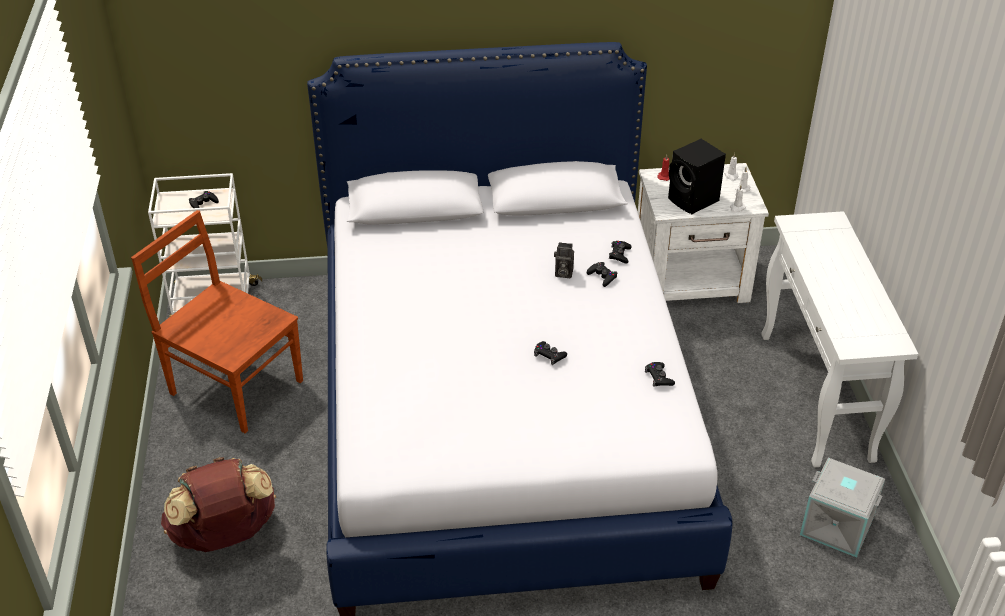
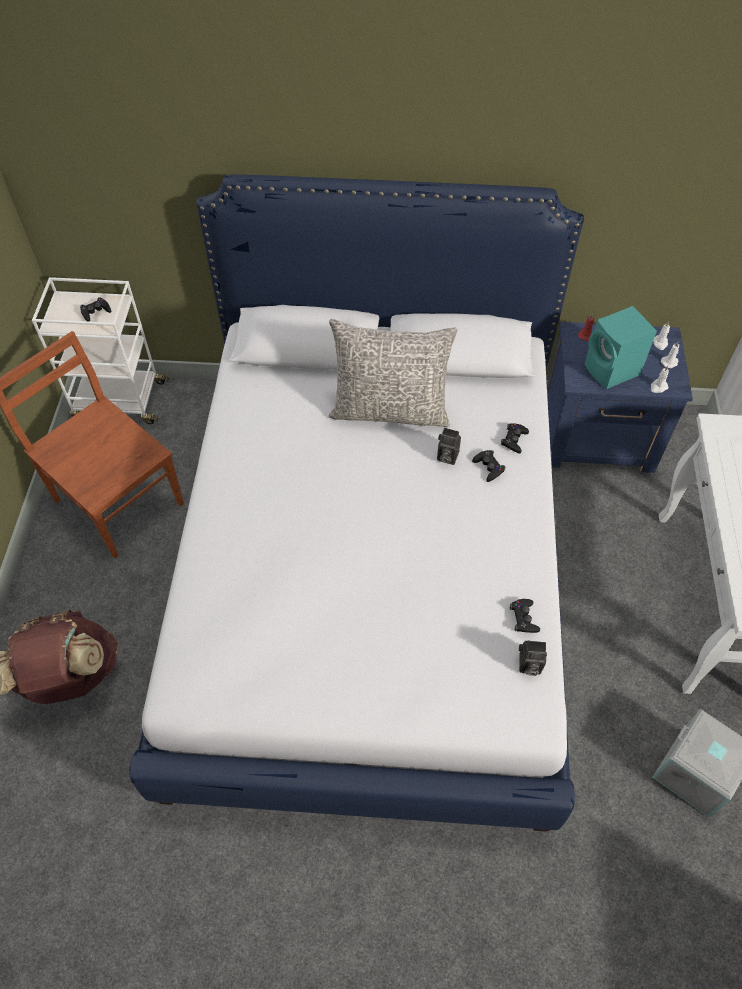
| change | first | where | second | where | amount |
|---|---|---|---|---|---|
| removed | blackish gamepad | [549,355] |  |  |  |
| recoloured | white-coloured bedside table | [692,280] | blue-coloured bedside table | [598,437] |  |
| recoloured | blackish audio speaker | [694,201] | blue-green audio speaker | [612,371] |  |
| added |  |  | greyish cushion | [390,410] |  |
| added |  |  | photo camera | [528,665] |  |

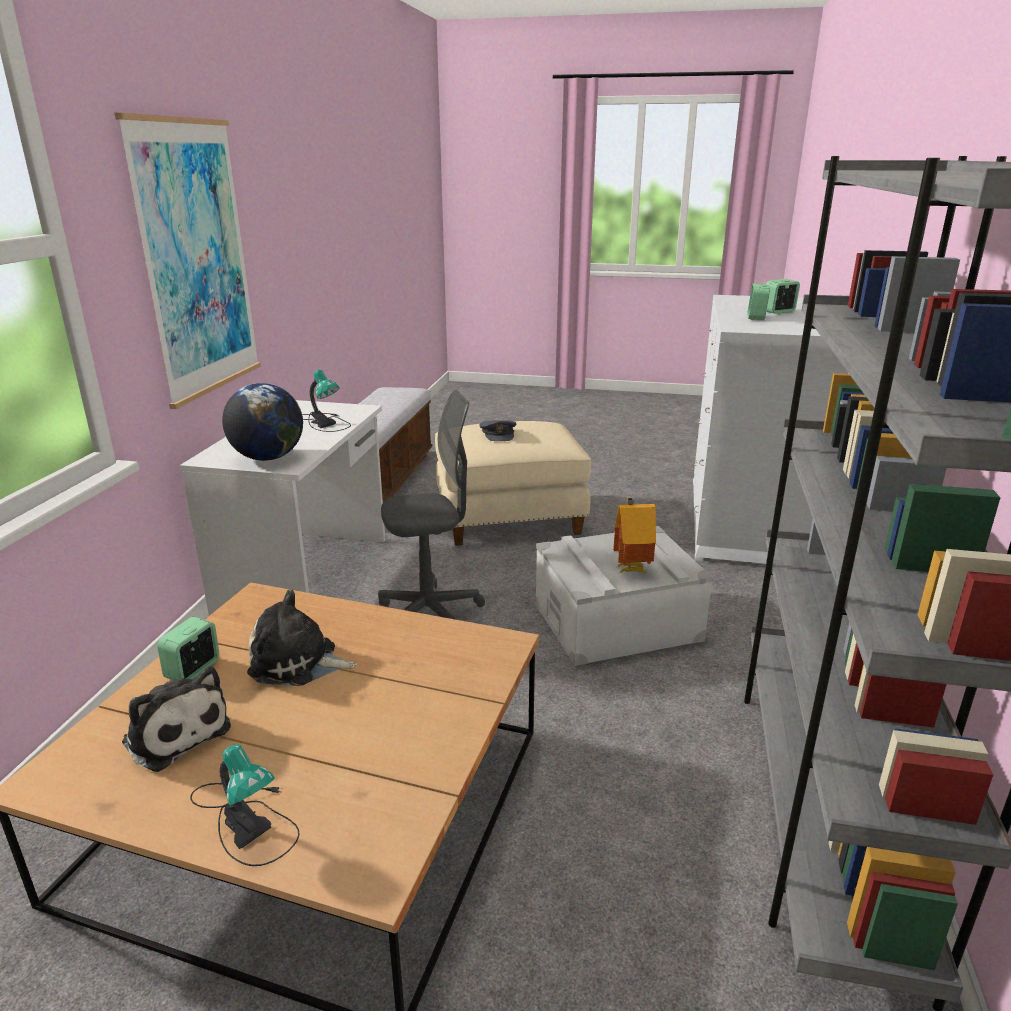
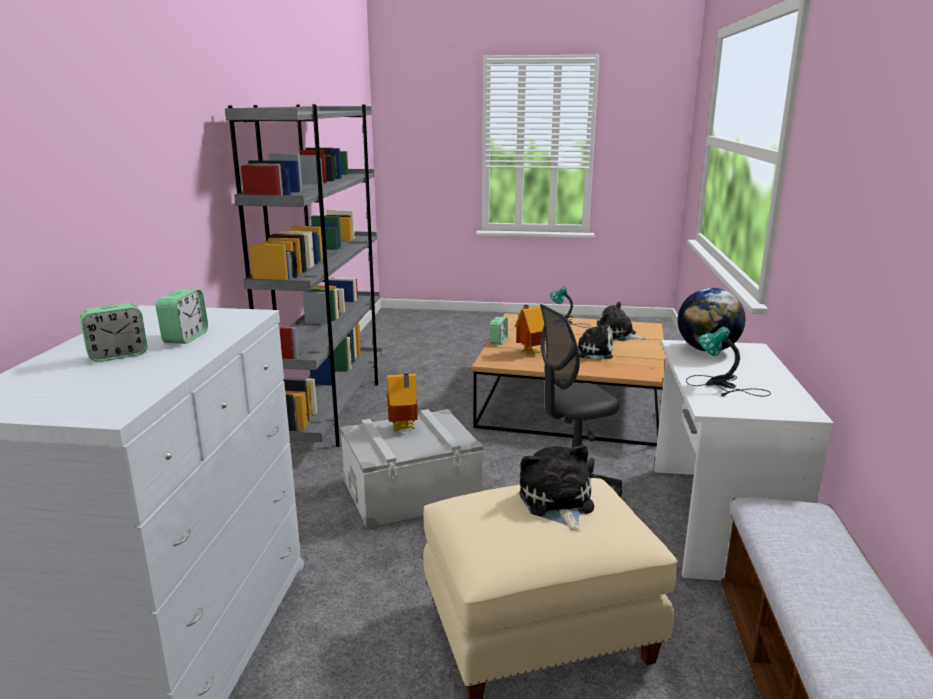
| change | first | where | second | where | amount |
|---|---|---|---|---|---|
| removed | wall picture | [196,260] |  |  |  |
| moved | table clock | [193,670] |  | [498,341] |  |
| replaced | greyish baseball cap | [498,434] | cuddly toy | [557,503] |  |
| added |  |  | miniature house | [529,353] |  |

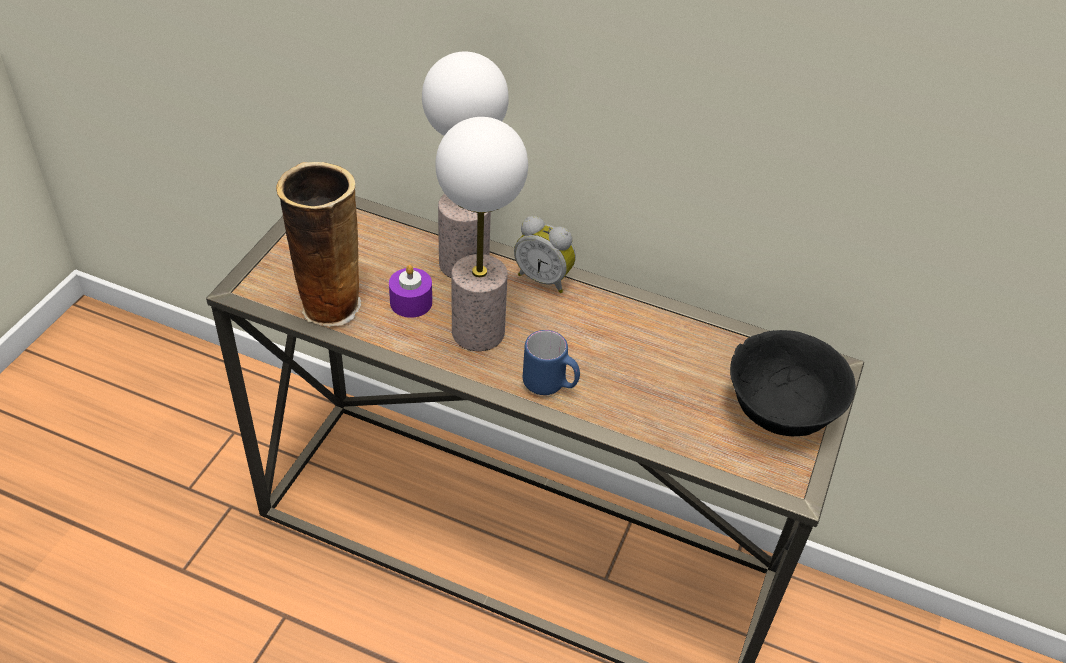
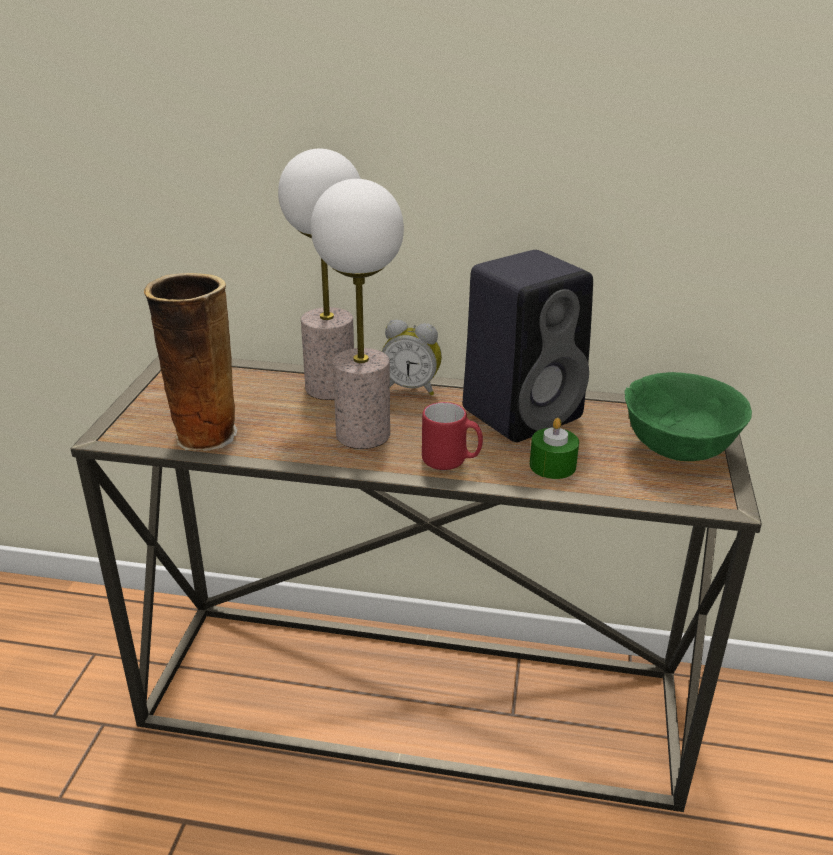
| change | first | where | second | where | amount |
|---|---|---|---|---|---|
| removed | purplish candle | [411,302] |  |  |  |
| recoloured | blue-coloured mug | [550,385] | red mug | [451,461] |  |
| recoloured | blackish deep dish | [780,411] | greenish deep dish | [679,448] |  |
| added |  |  | blackish audio speaker | [524,412] |  |
| added |  |  | greenish candle | [552,465] |  |

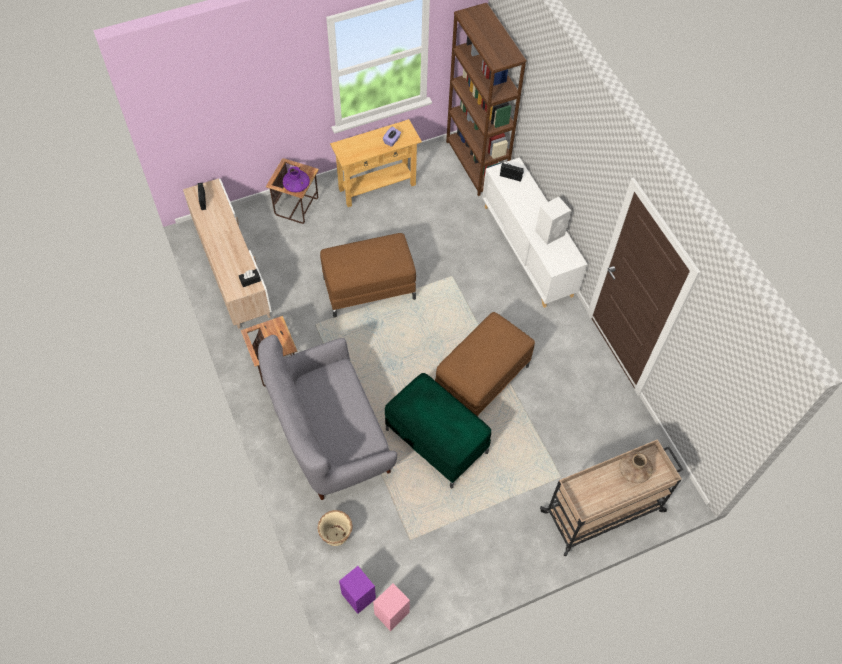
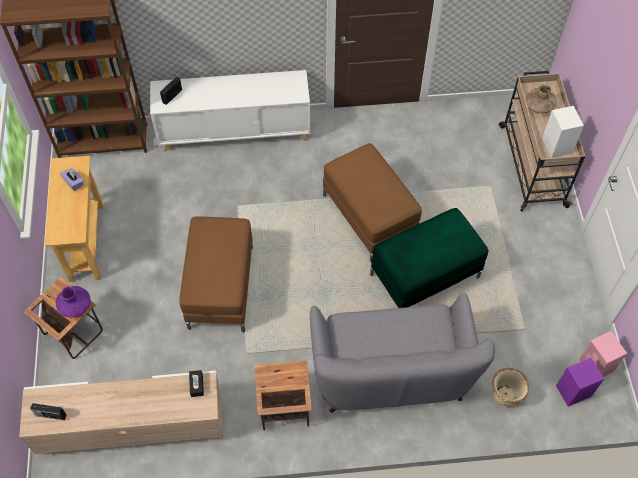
| change | first | where | second | where | amount |
|---|---|---|---|---|---|
| moved | white-coloured audio speaker | [550,232] |  | [556,145] |  |

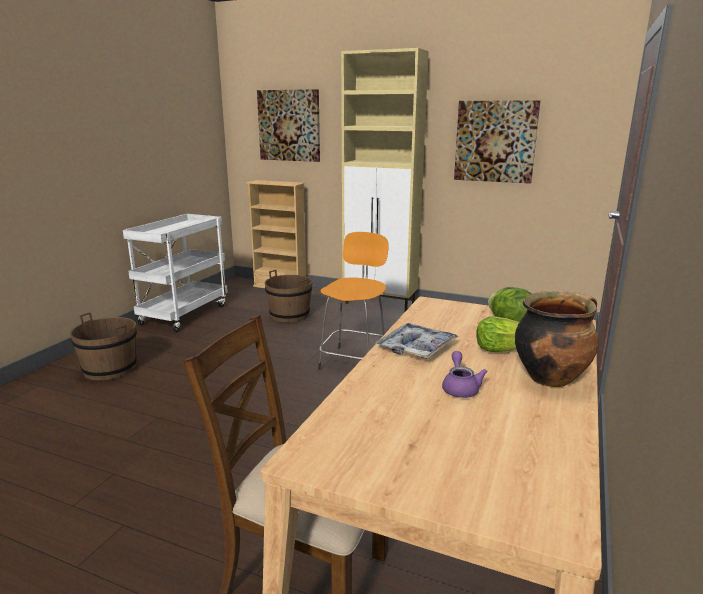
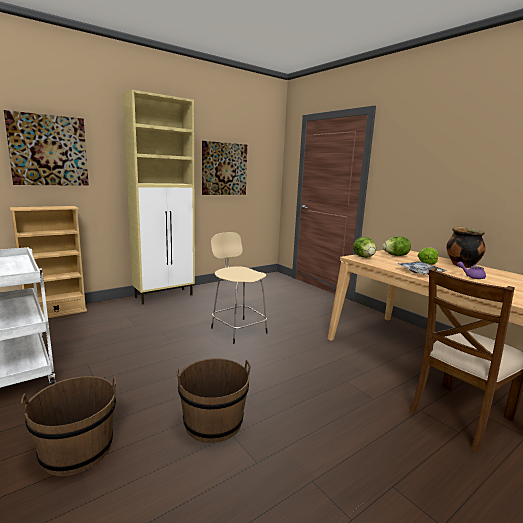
| change | first | where | second | where | amount |
|---|---|---|---|---|---|
| moved | brown water bucket | [289,315] |  | [213,422] |  |
| recoloured | orange-coloured sitting stool | [354,361] | sand-coloured sitting stool | [237,330] |  |
| added |  |  | lettuce | [364,257] |  |

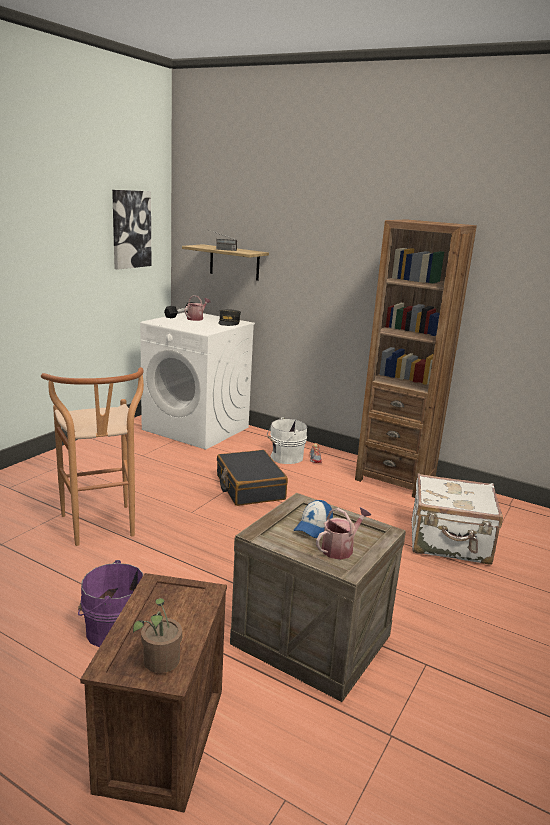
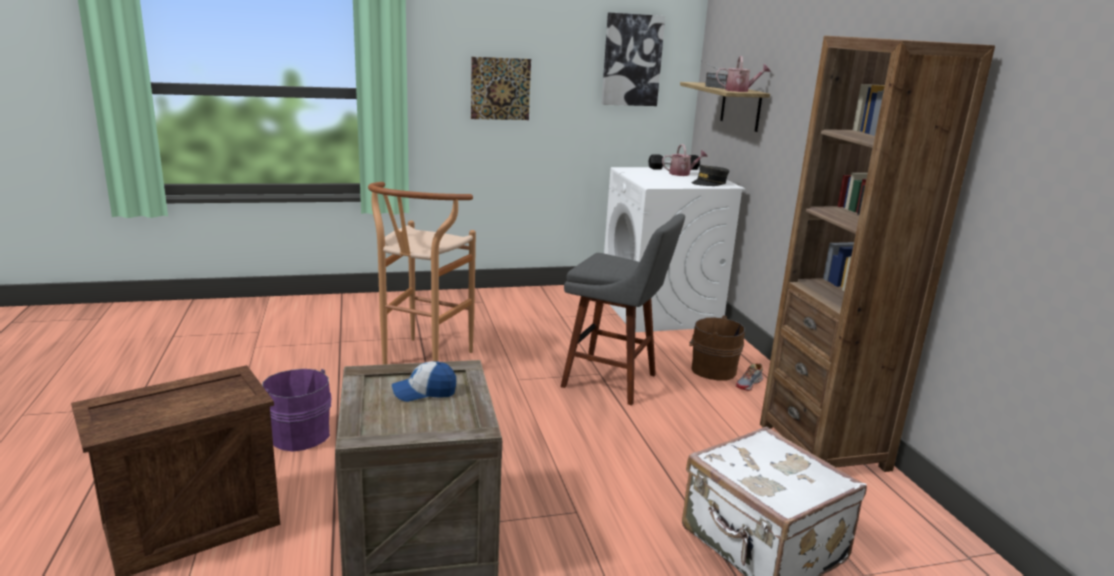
| change | first | where | second | where | amount |
|---|---|---|---|---|---|
| removed | potted plant | [159,664] |  |  |  |
| replaced | blackish suitcase | [249,487] | greyish sitting stool | [614,382] |  |
| recoloured | white-coloured water bucket | [285,457] | brown water bucket | [711,369] |  |
| moved | sprinkling can | [340,549] |  | [740,91] |  |
| added |  |  | wall picture | [500,89] |  |

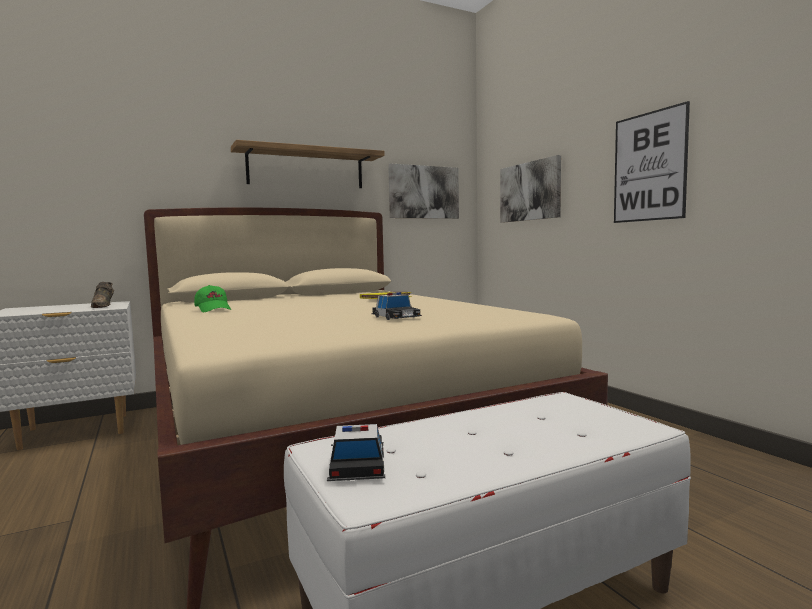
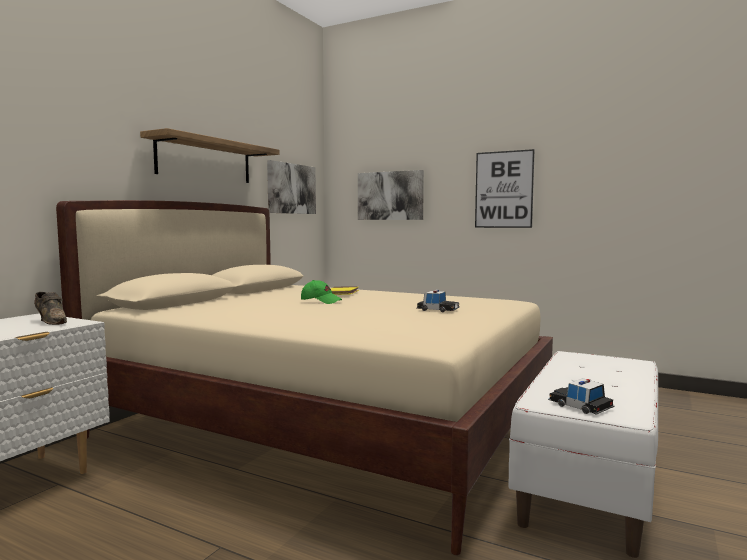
| change | first | where | second | where | amount |
|---|---|---|---|---|---|
| moved | greenish baseball cap | [213,309] |  | [321,301] |  |

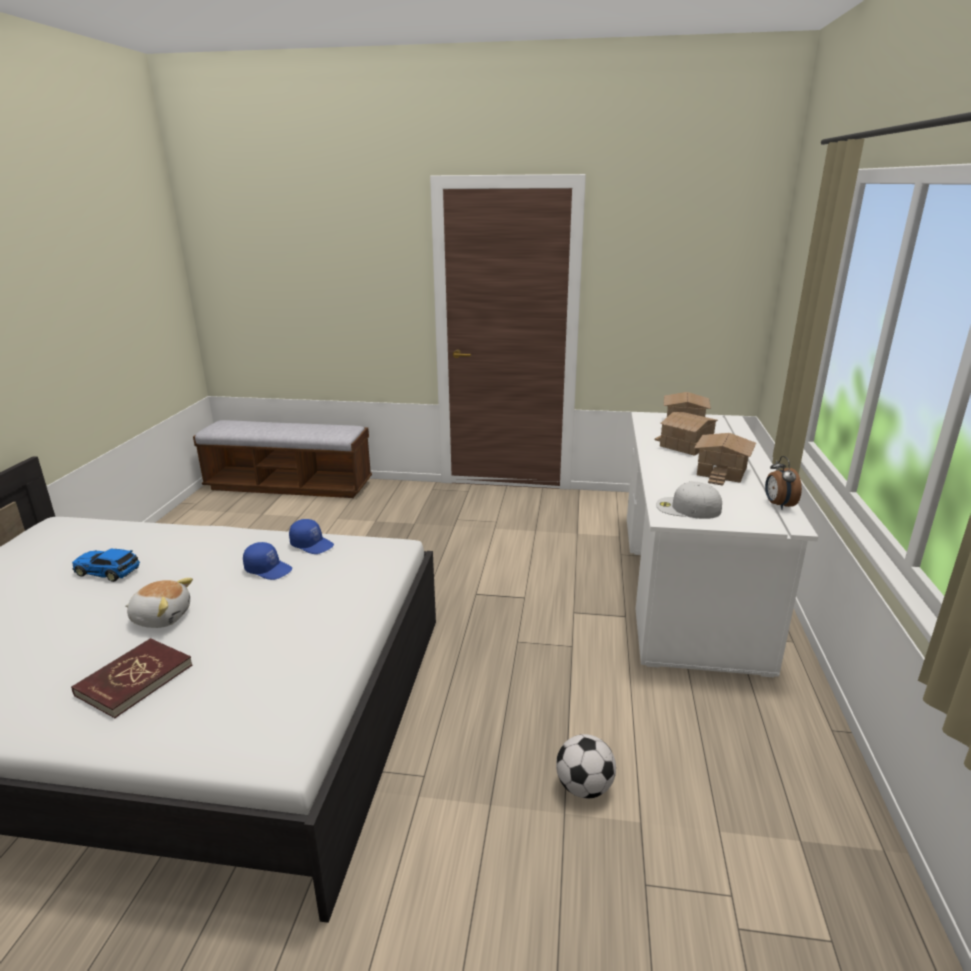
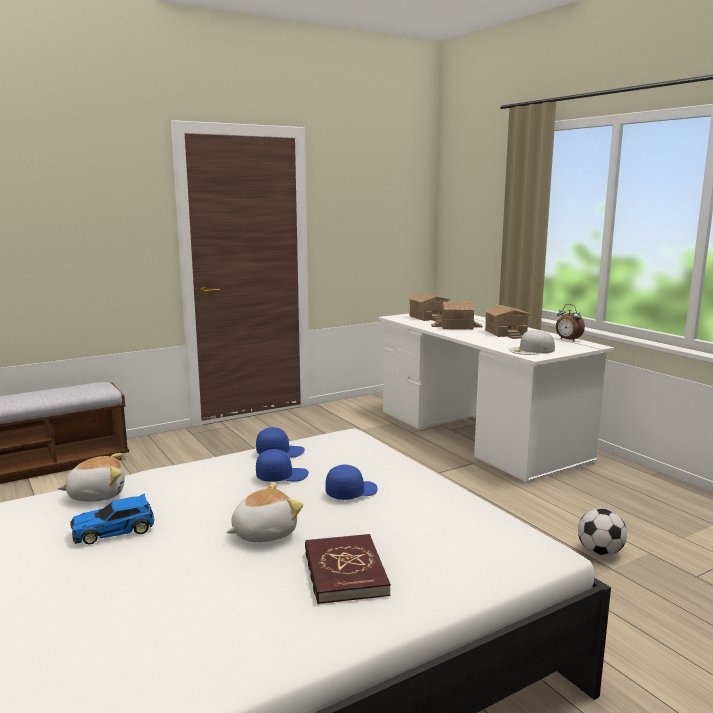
| change | first | where | second | where | amount |
|---|---|---|---|---|---|
| added |  |  | cuddly toy | [97,495] |  |
| added |  |  | blue-coloured baseball cap | [351,492] |  |

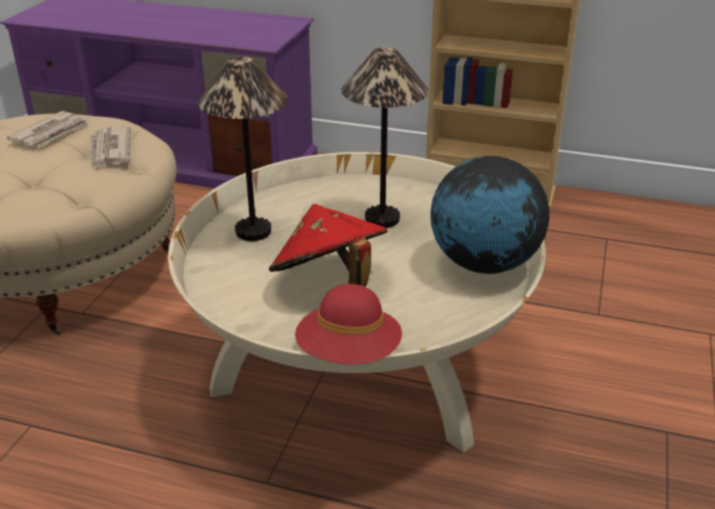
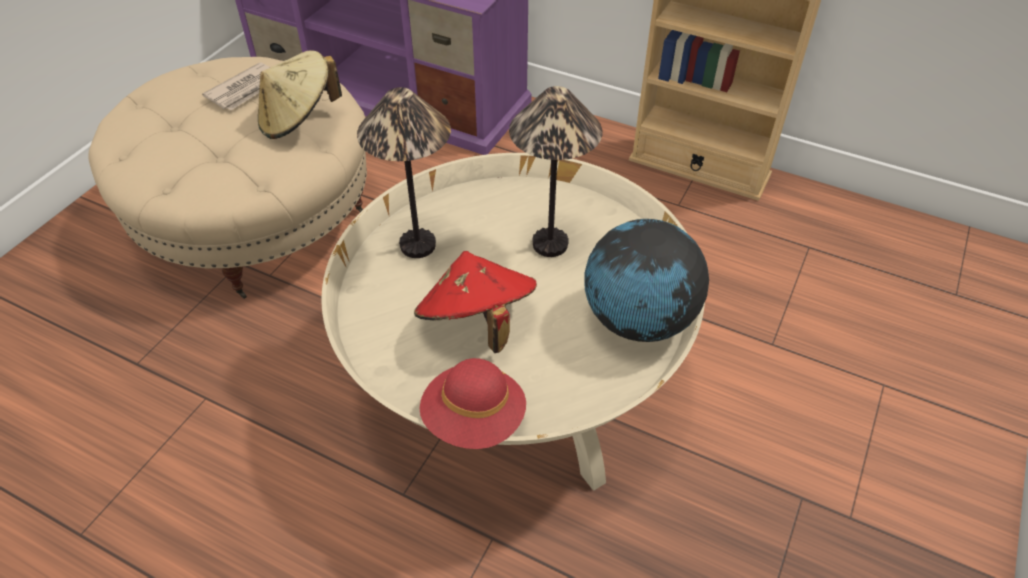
| change | first | where | second | where | amount |
|---|---|---|---|---|---|
| replaced | daily paper | [109,150] | sand-coloured hat | [299,120] |  |

